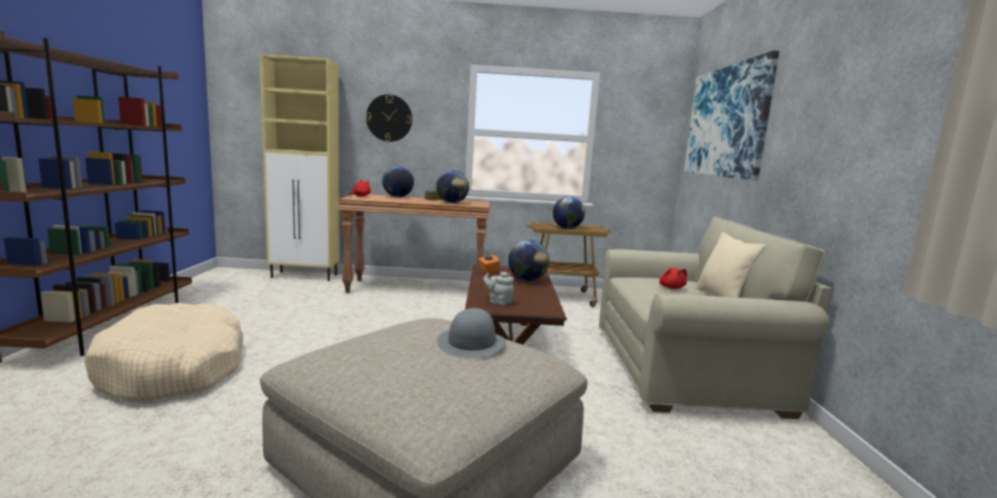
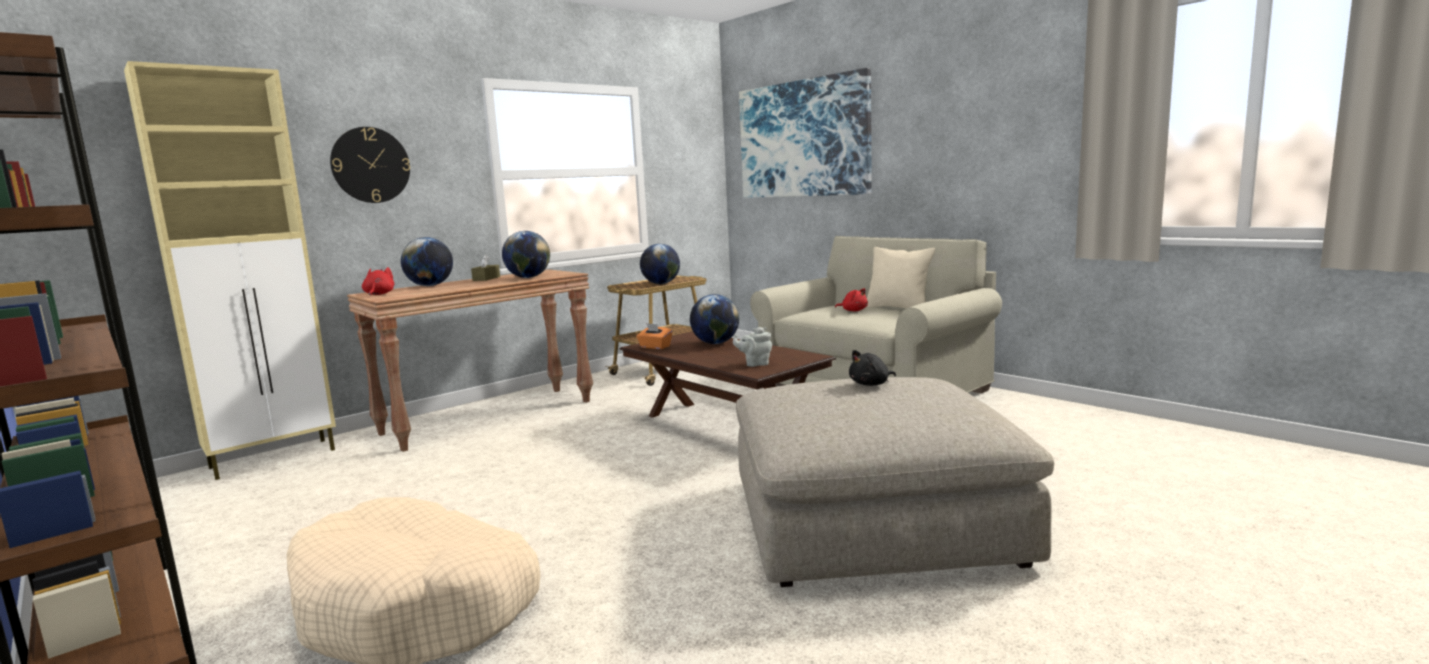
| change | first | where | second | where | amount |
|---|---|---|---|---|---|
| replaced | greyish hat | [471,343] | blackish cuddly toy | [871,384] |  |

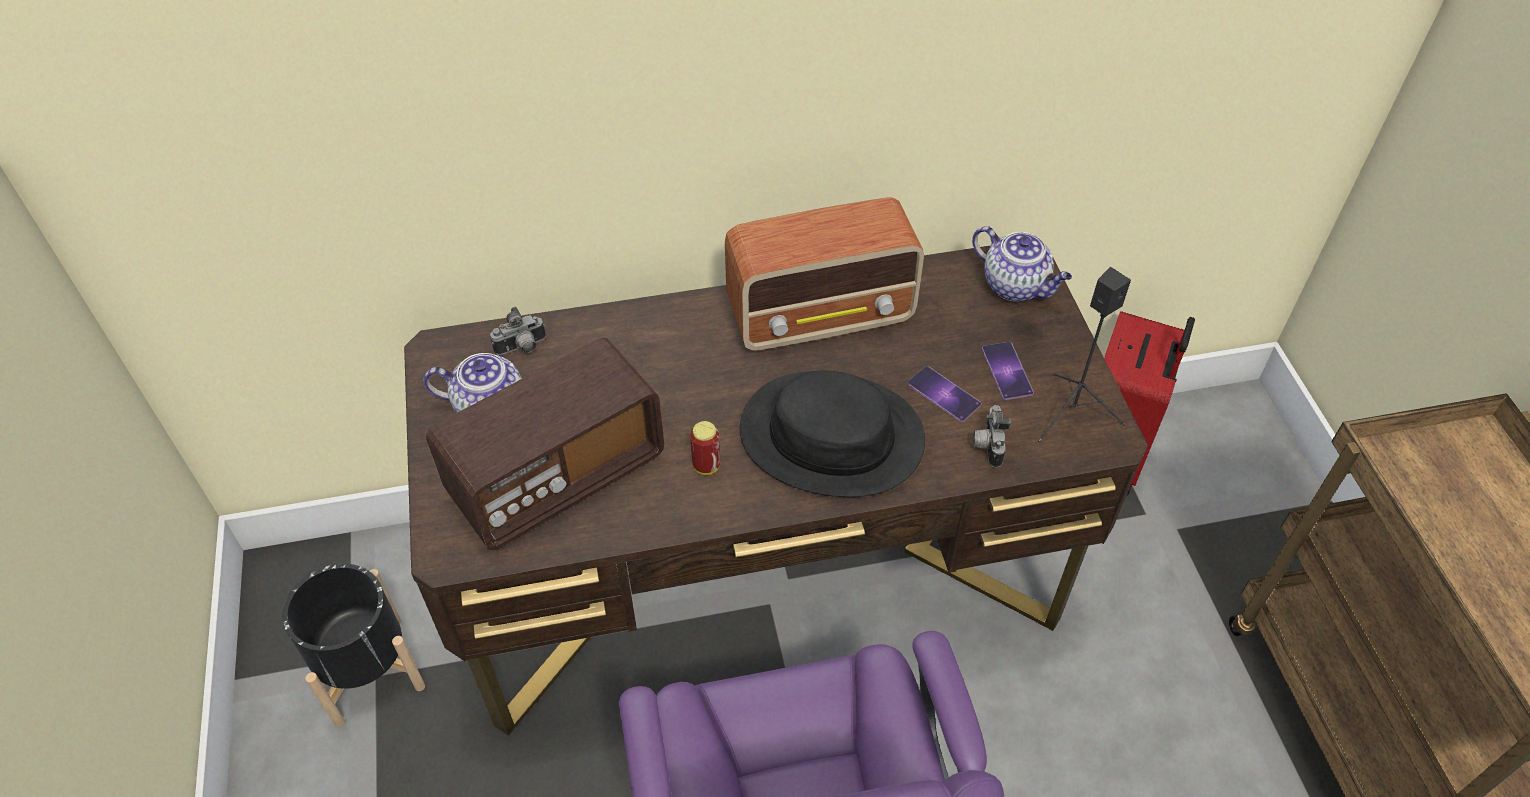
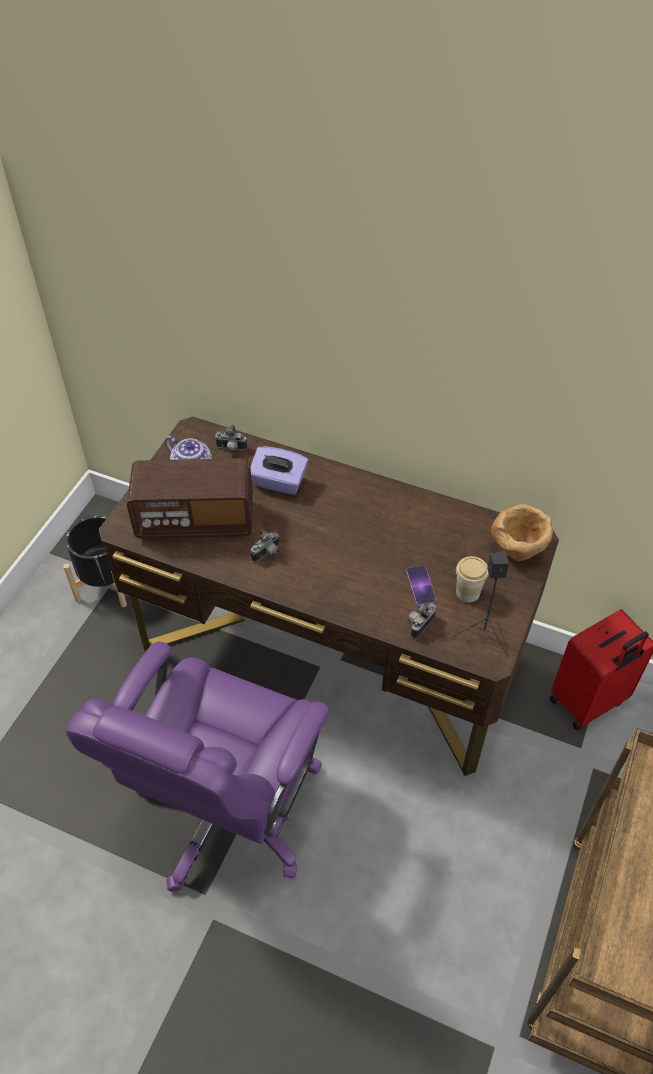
| change | first | where | second | where | amount |
|---|---|---|---|---|---|
| replaced | sealed can | [706,466] | photo camera | [268,554] |  |
| removed | radio | [822,316] |  |  |  |
| removed | blackish hat | [831,435] |  |  |  |
| replaced | teapot | [1016,286] | brown deep dish | [518,550] |  |
| replaced | handset | [1007,371] | small cup | [468,592] |  |
| added |  |  | purplish box of tissues | [278,482] |  |

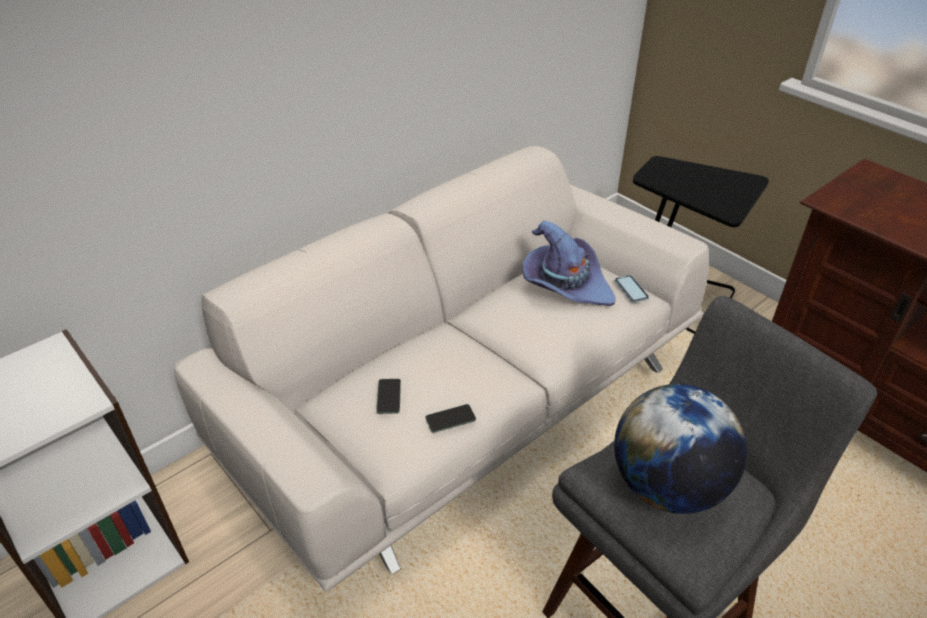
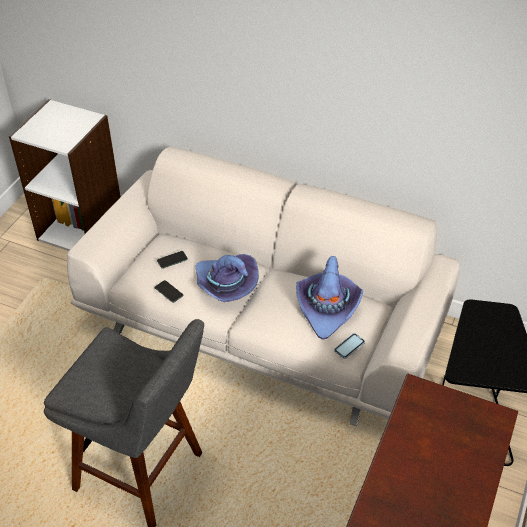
| change | first | where | second | where | amount |
|---|---|---|---|---|---|
| removed | world globe | [667,486] |  |  |  |
| added |  |  | purplish hat | [225,285] |  |

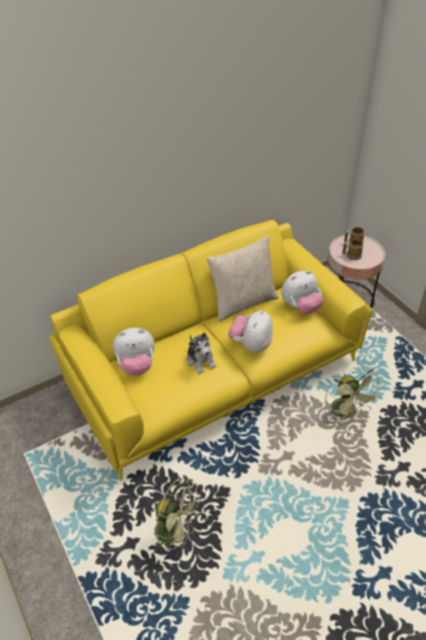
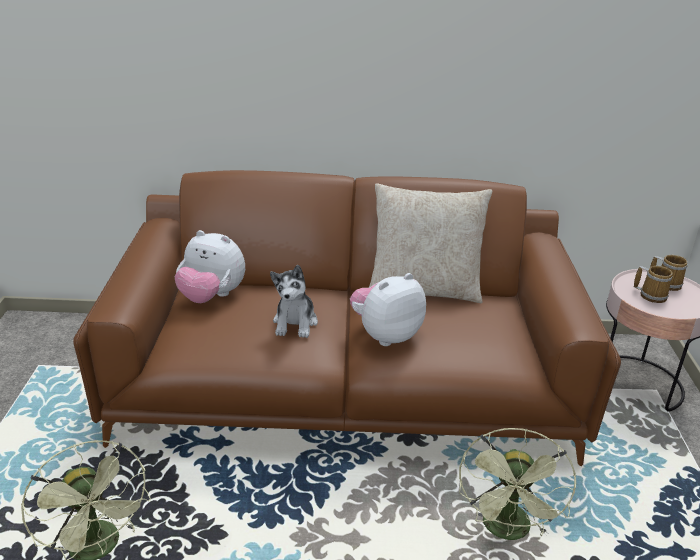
| change | first | where | second | where | amount |
|---|---|---|---|---|---|
| recoloured | yellowish sofa | [214,373] | brown sofa | [347,387] |  |
| removed | cuddly toy | [300,307] |  |  |  |

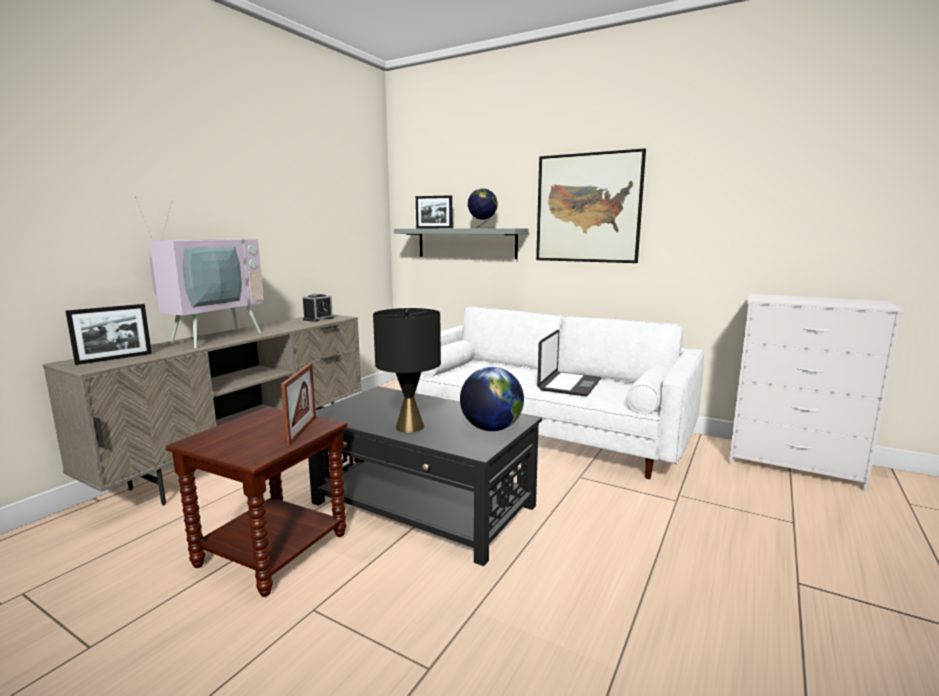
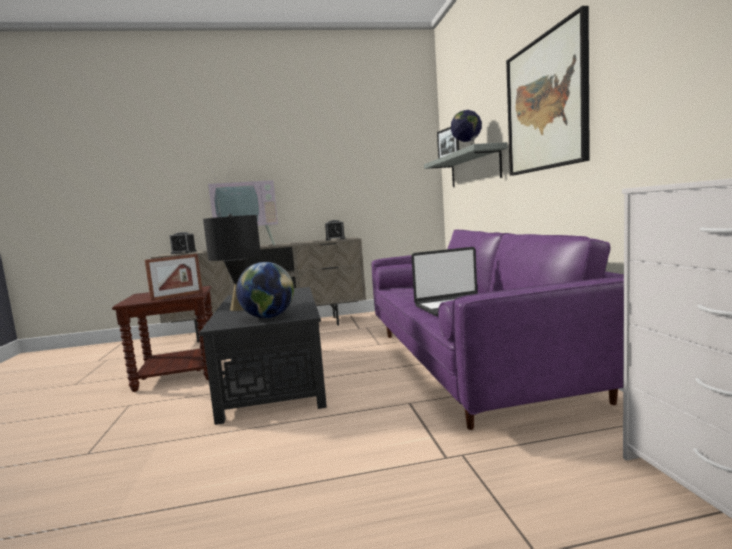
| change | first | where | second | where | amount |
|---|---|---|---|---|---|
| replaced | photo frame | [114,358] | table clock | [183,252] |  |
| recoloured | white-coloured sofa | [546,431] | purplish sofa | [473,362] |  |

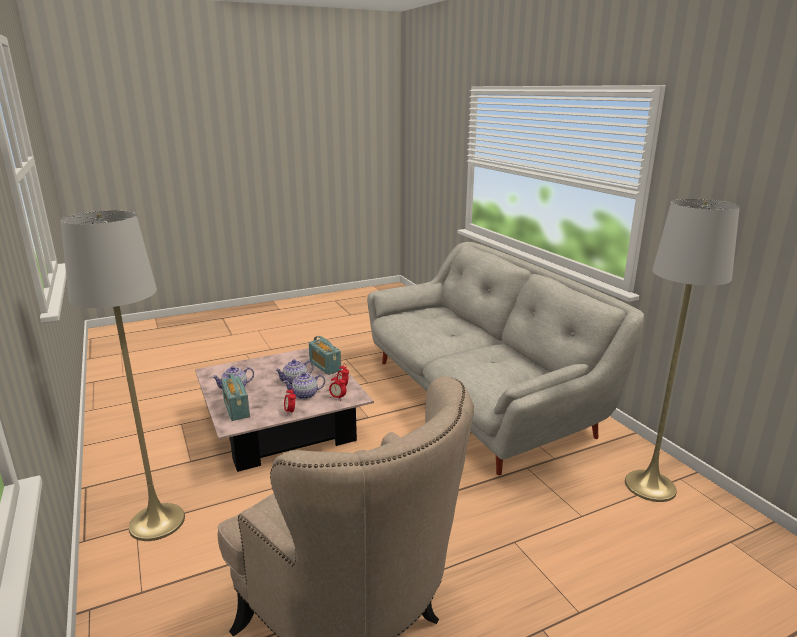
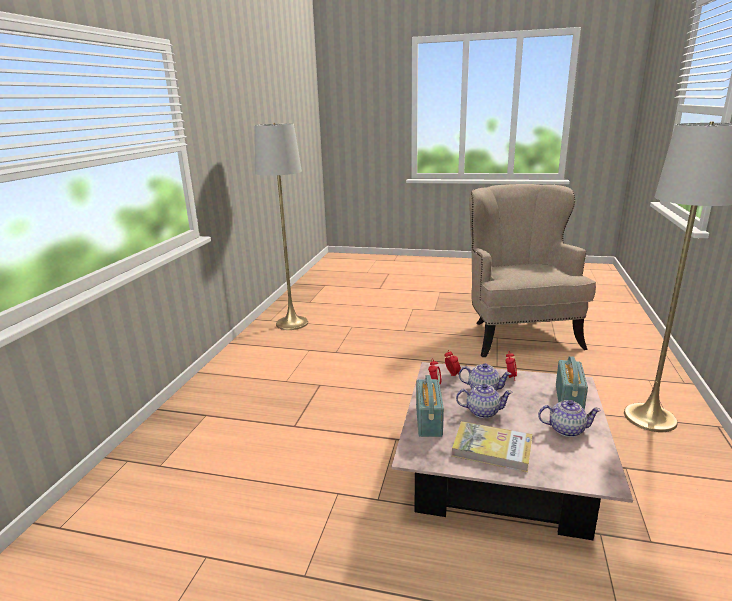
| change | first | where | second | where | amount |
|---|---|---|---|---|---|
| removed | greyish sofa | [478,399] |  |  |  |
| added |  |  | volume | [492,449] |  |

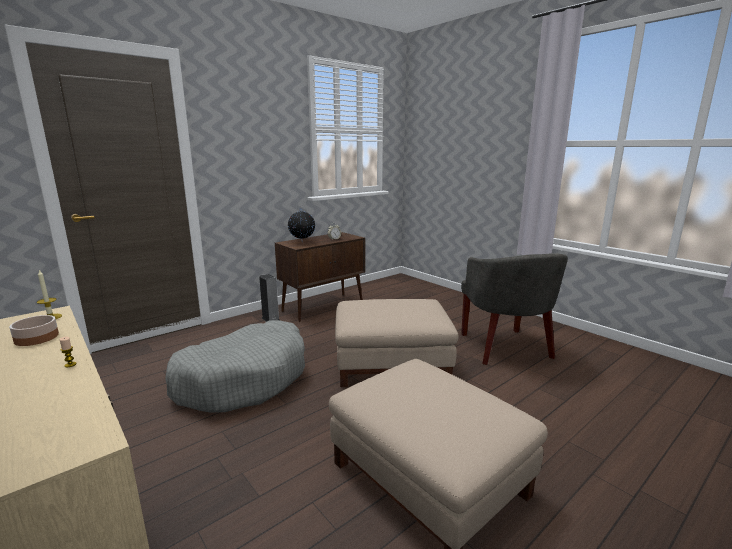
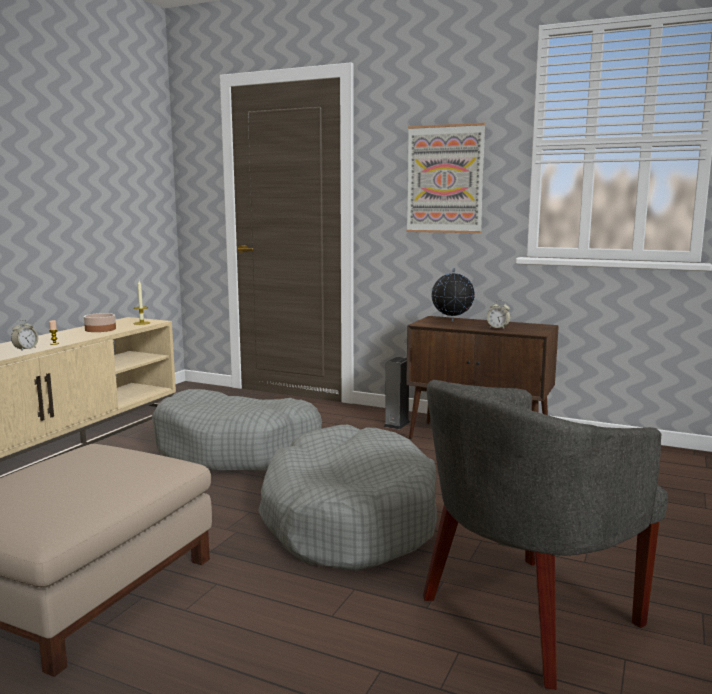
| change | first | where | second | where | amount |
|---|---|---|---|---|---|
| replaced | sand-coloured ottoman | [392,363] | greyish dog bed | [348,519] |  |
| added |  |  | table clock | [25,349] |  |
| added |  |  | wall picture | [445,179] |  |

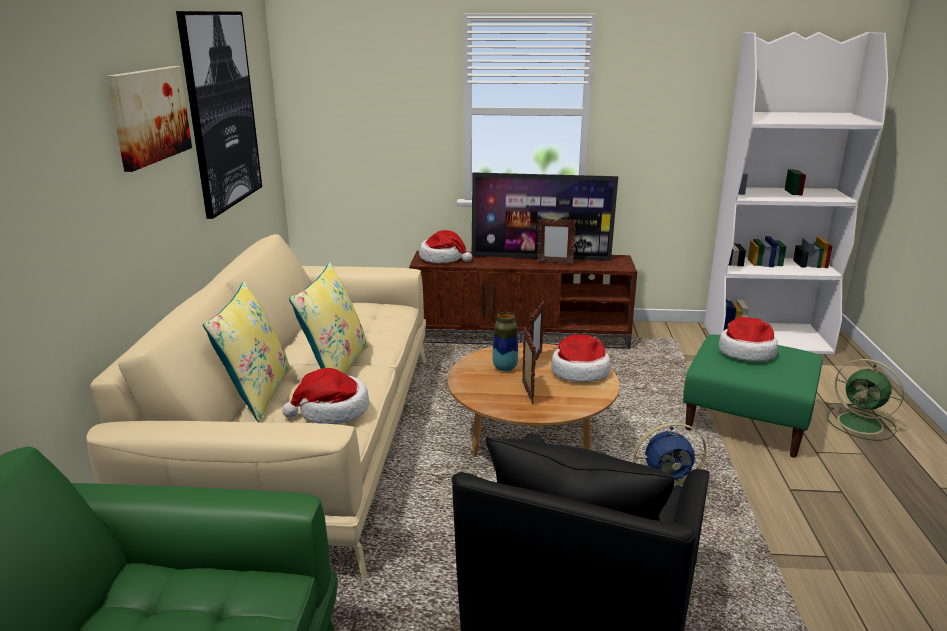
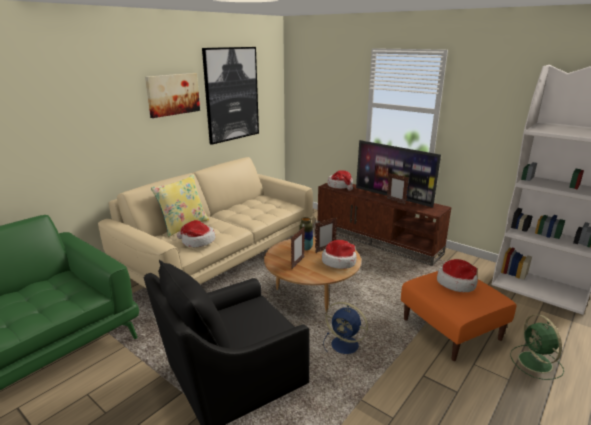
| change | first | where | second | where | amount |
|---|---|---|---|---|---|
| removed | yellowish cushion | [335,366] |  |  |  |
| recoloured | greenish ottoman | [745,421] | orange-coloured ottoman | [450,329] |  |

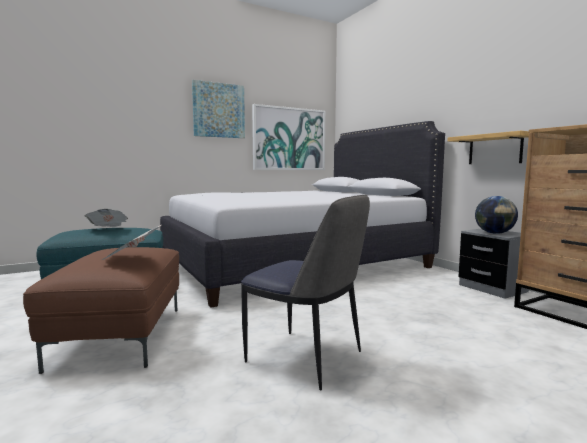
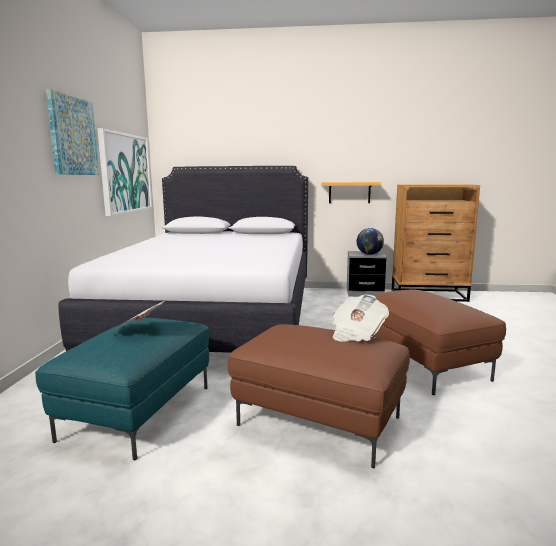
| change | first | where | second | where | amount |
|---|---|---|---|---|---|
| replaced | chair | [307,358] | brown ottoman | [425,364] |  |

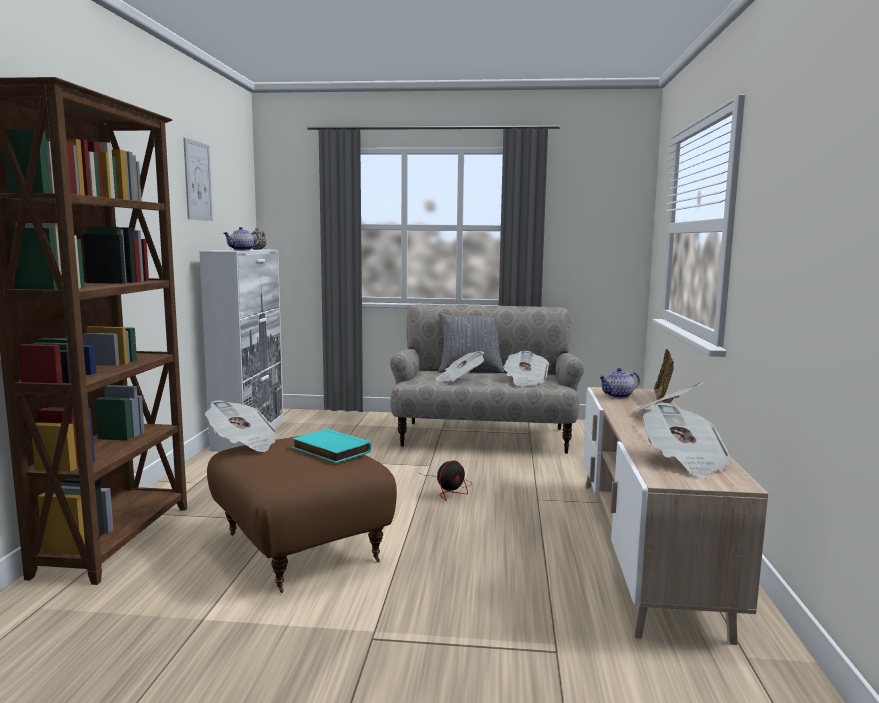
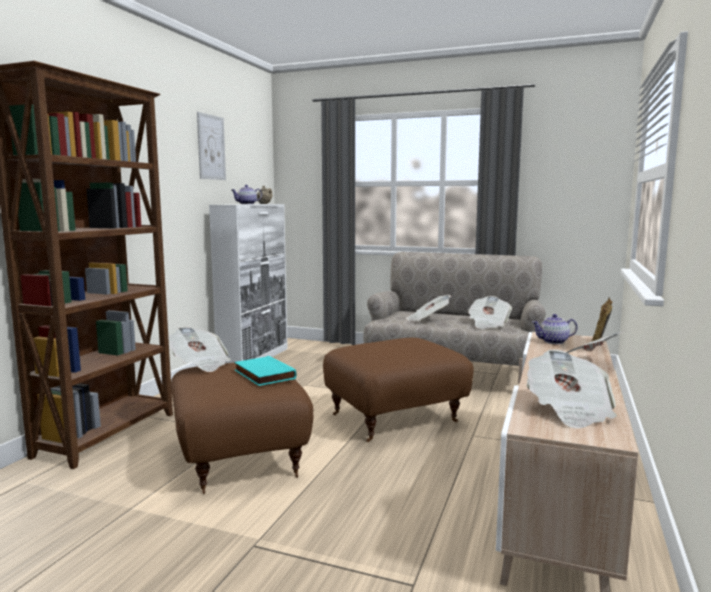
| change | first | where | second | where | amount |
|---|---|---|---|---|---|
| replaced | cooling fan | [450,490] | brown ottoman | [395,419] |  |
| removed | greyish cushion | [470,371] |  |  |  |

